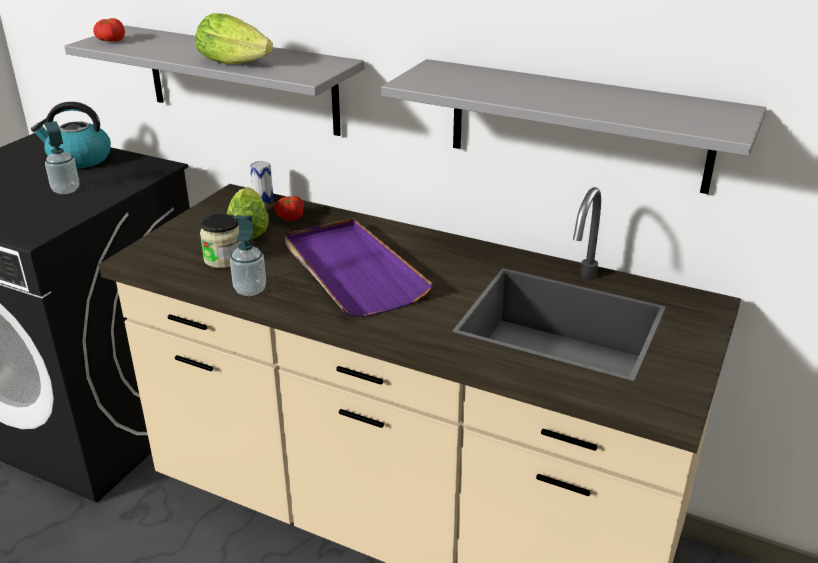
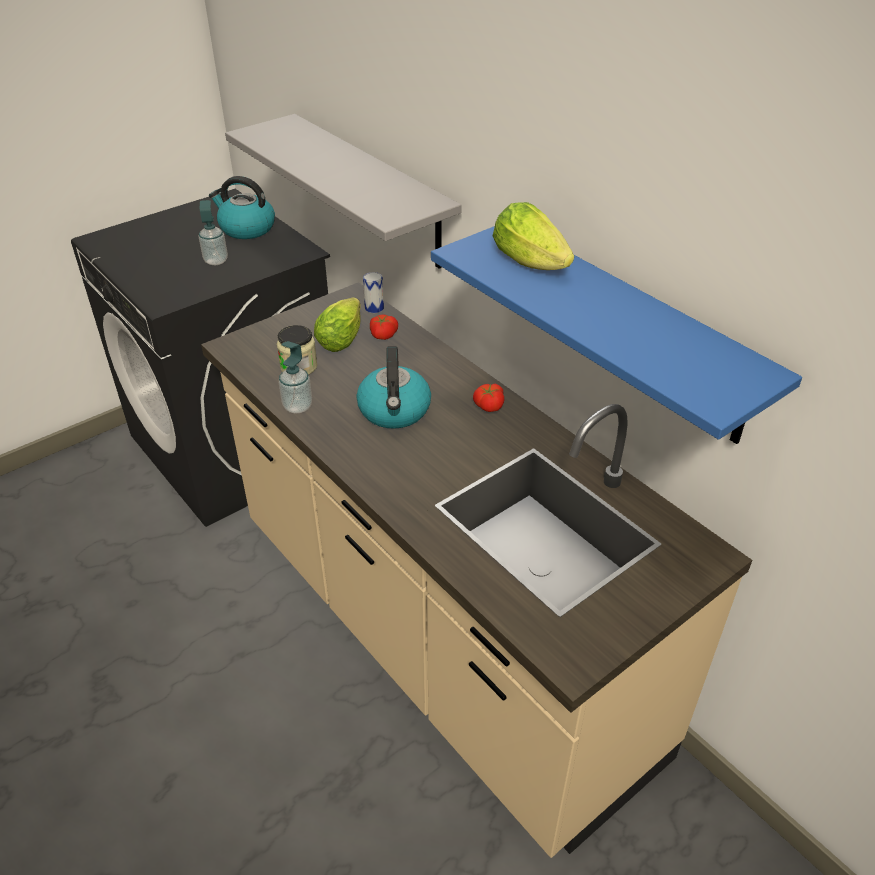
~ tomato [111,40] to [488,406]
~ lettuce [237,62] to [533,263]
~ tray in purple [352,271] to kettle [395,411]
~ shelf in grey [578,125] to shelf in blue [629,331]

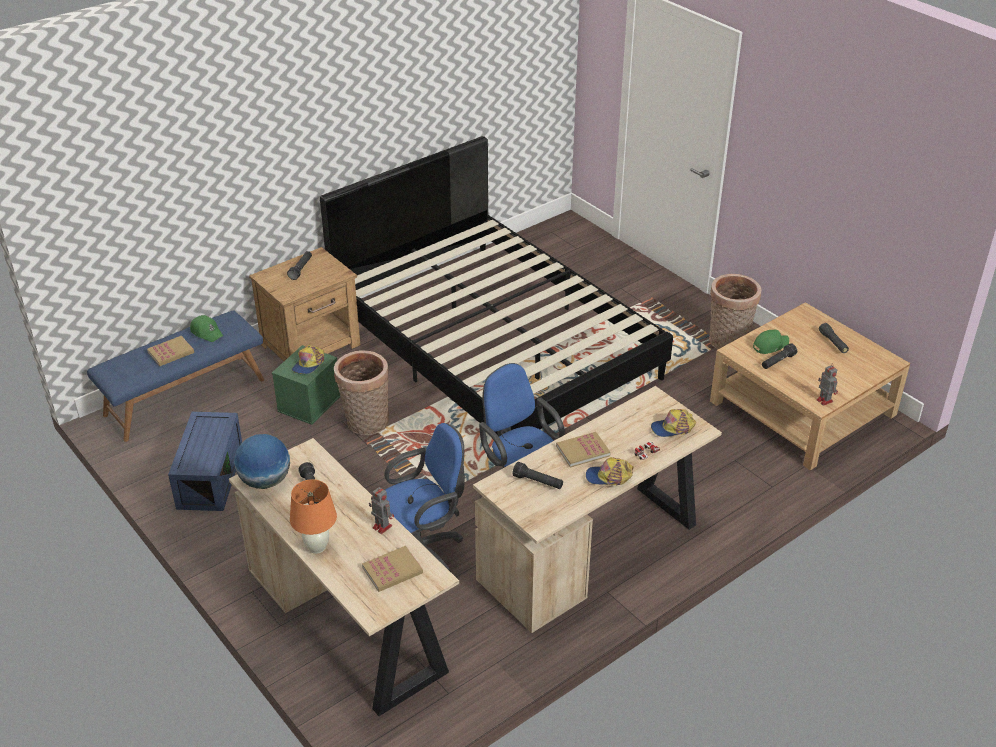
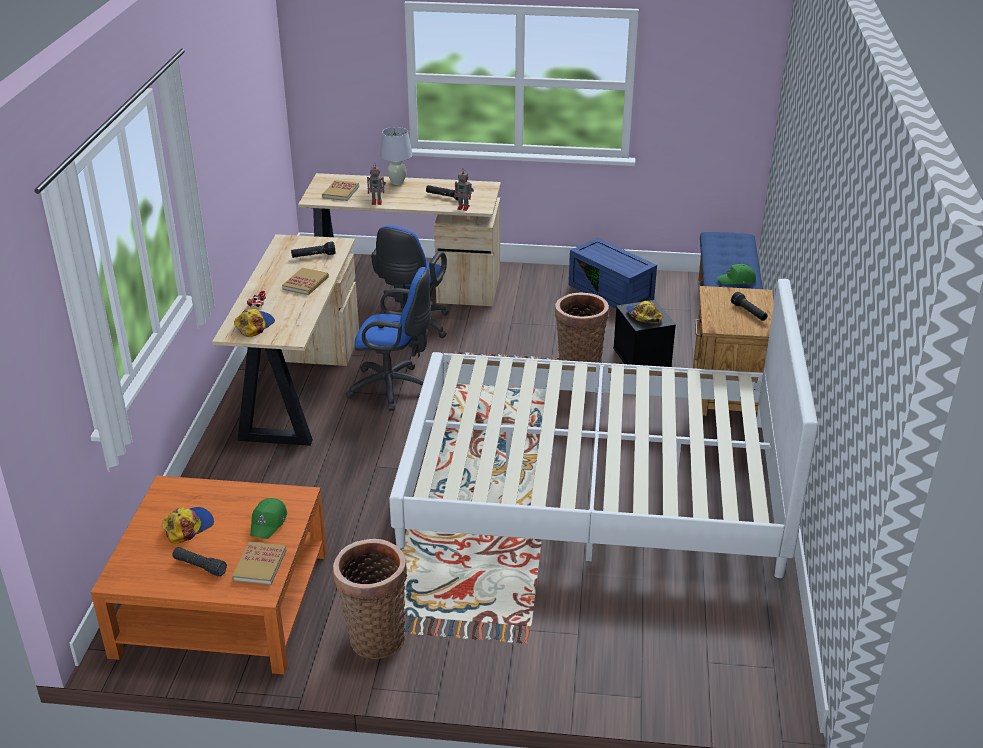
- globe [265,481]
- flashlight in black [777,362]
~ book [171,352] to [259,565]
~ cap [609,477] to [188,527]
~ toy robot [824,400] to [464,207]
~ storage box in green [309,403] to storage box in black [643,358]
~ table lamp in orange [317,547] to table lamp in white [397,182]
~ bed in black [494,345] to bed in white [594,483]
~ coffee table in beige [802,408] to coffee table in orange [222,602]

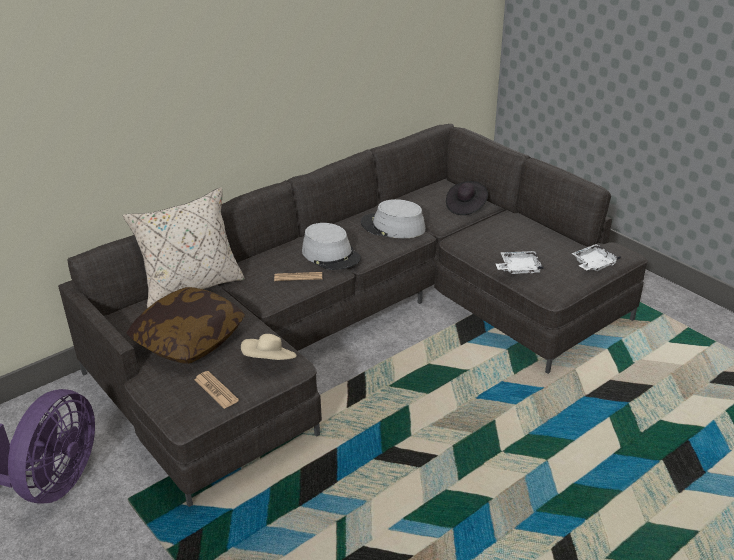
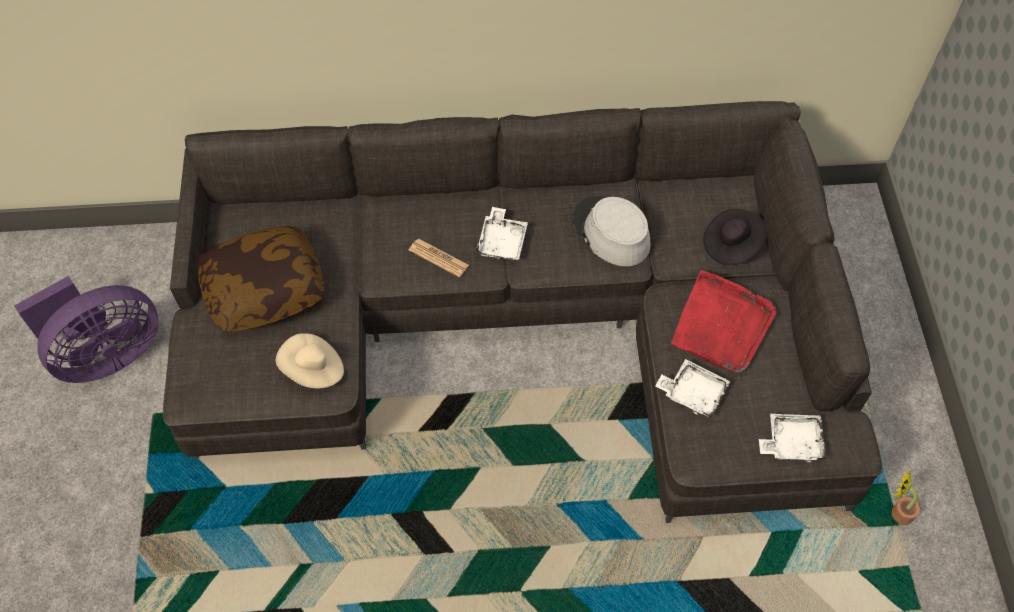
- pillow in beige [191,286]
- newspaper [216,390]
+ tray in red [722,325]
+ potted plant [897,512]
~ hat in grey [331,255] to tray in white [502,241]

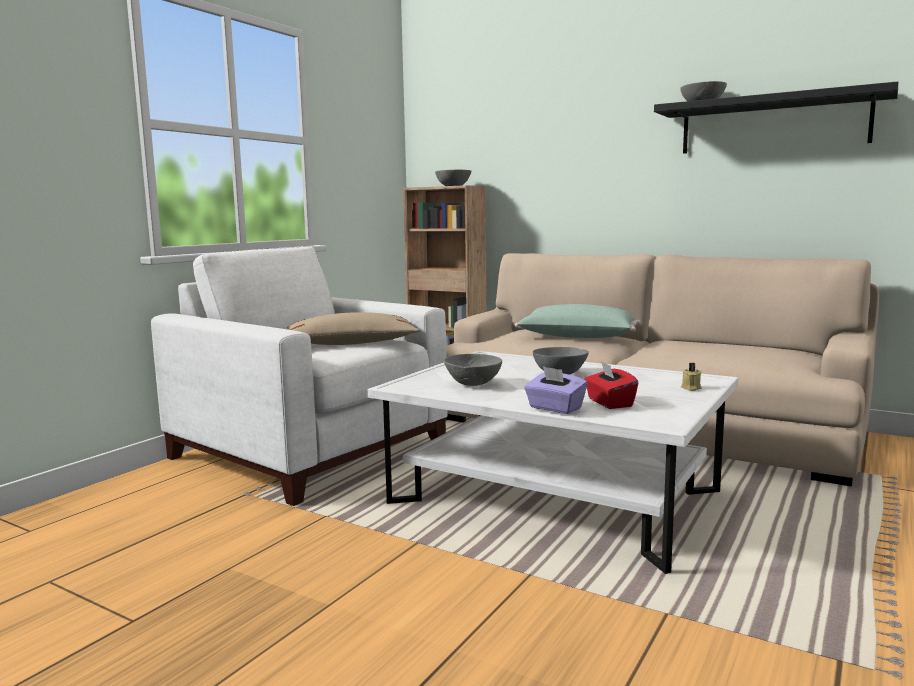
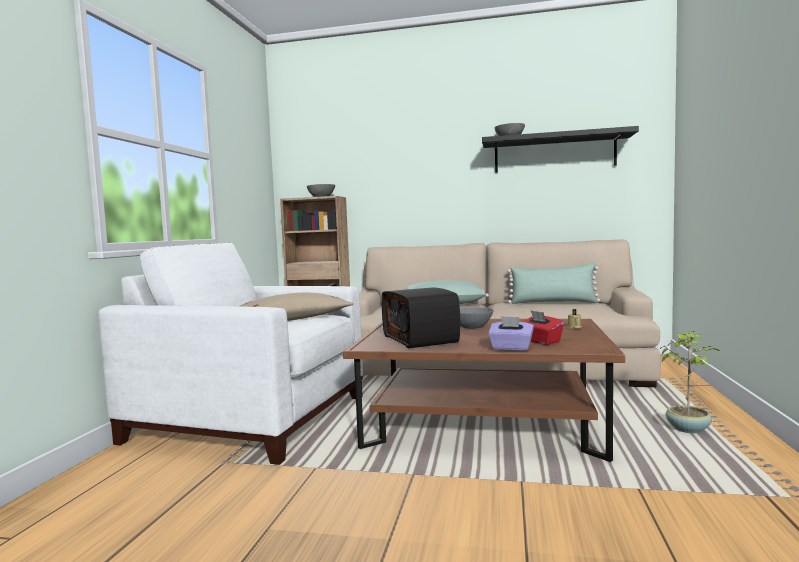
+ pillow in green [553,302]
+ potted plant [688,429]
~ bowl in grey [473,383] to radio [421,339]
~ coffee table in white [554,497] to coffee table in brown [482,423]

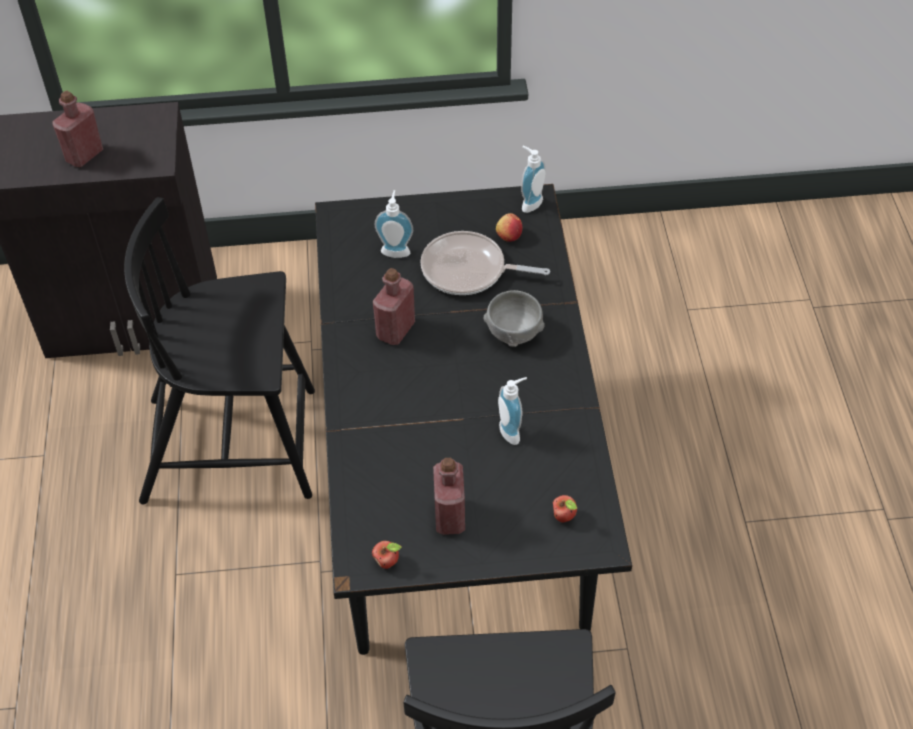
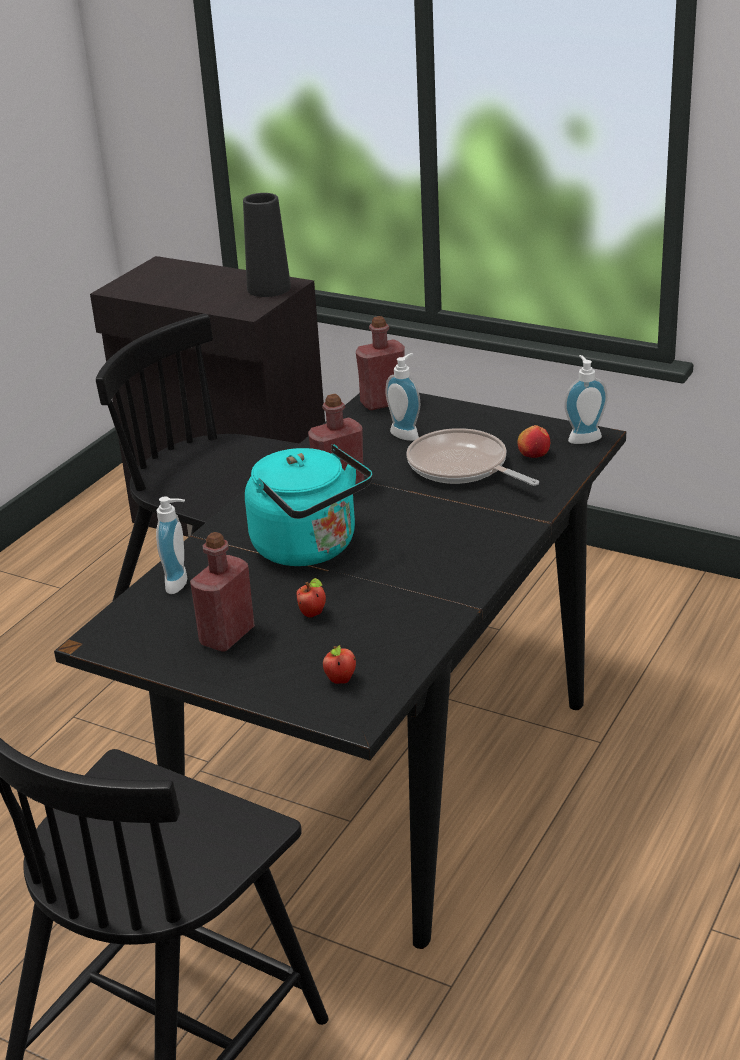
- bowl in grey [514,332]
+ vase in black [269,288]
+ kettle in turquoise [310,548]
~ bottle in red [84,155] to [383,402]
~ apple [388,562] to [313,614]
~ soap dispenser [513,431] to [181,583]

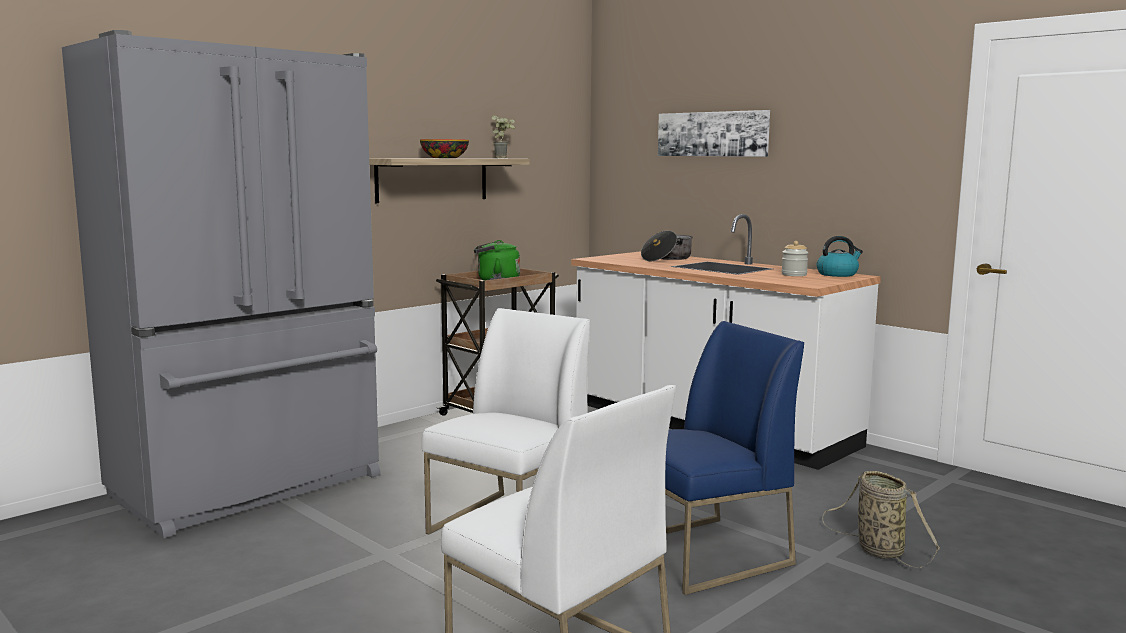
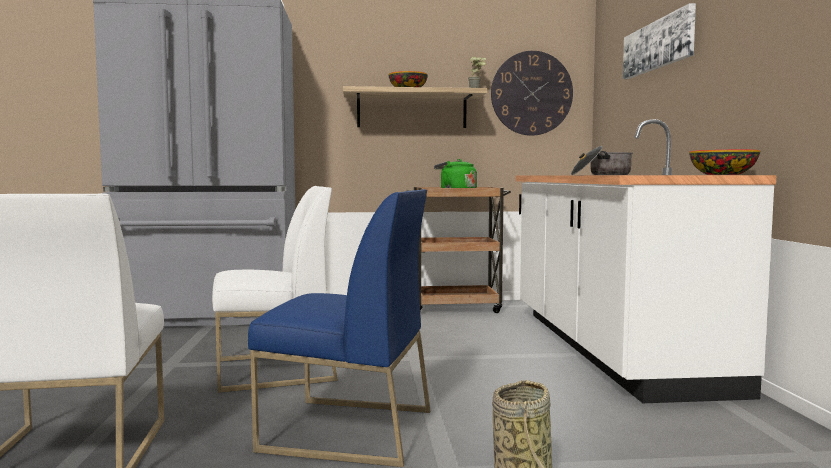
- jar [794,275]
+ wall clock [531,93]
~ kettle [837,274] to bowl [721,174]

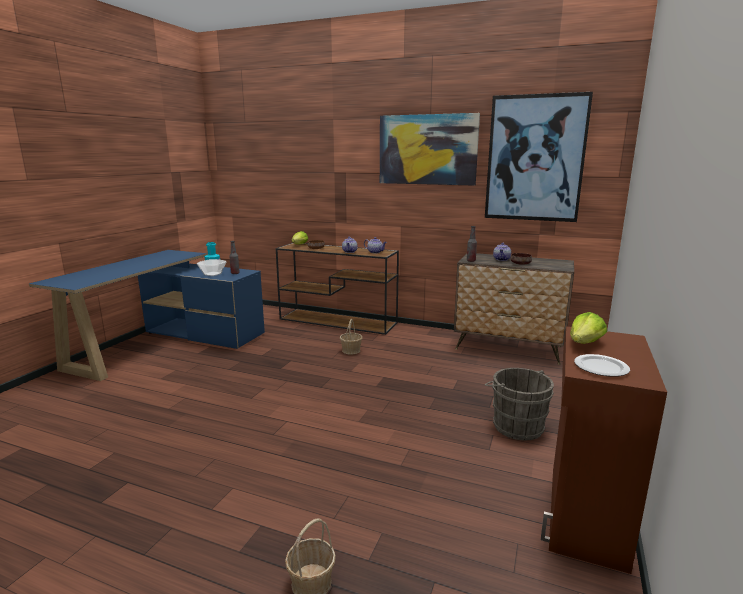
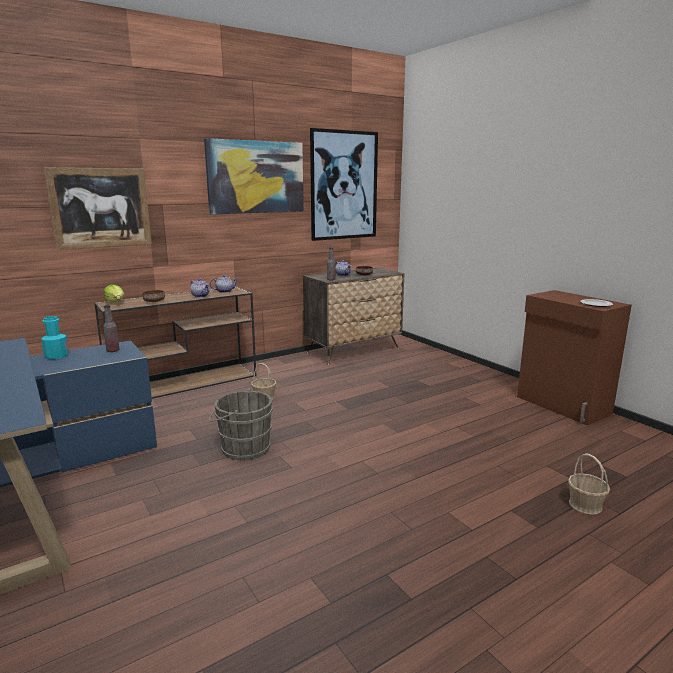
- bowl [213,274]
- lettuce [585,343]
+ picture [101,208]
~ bucket in grey [515,425] to [242,448]

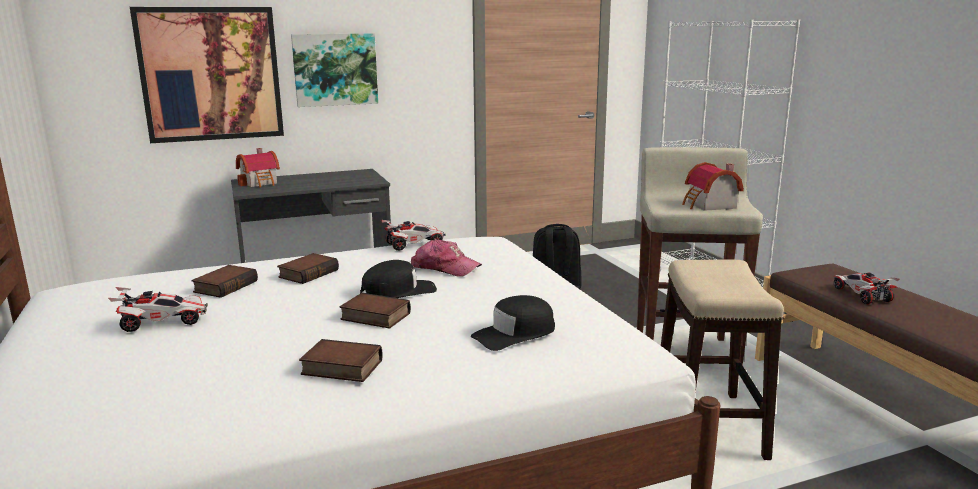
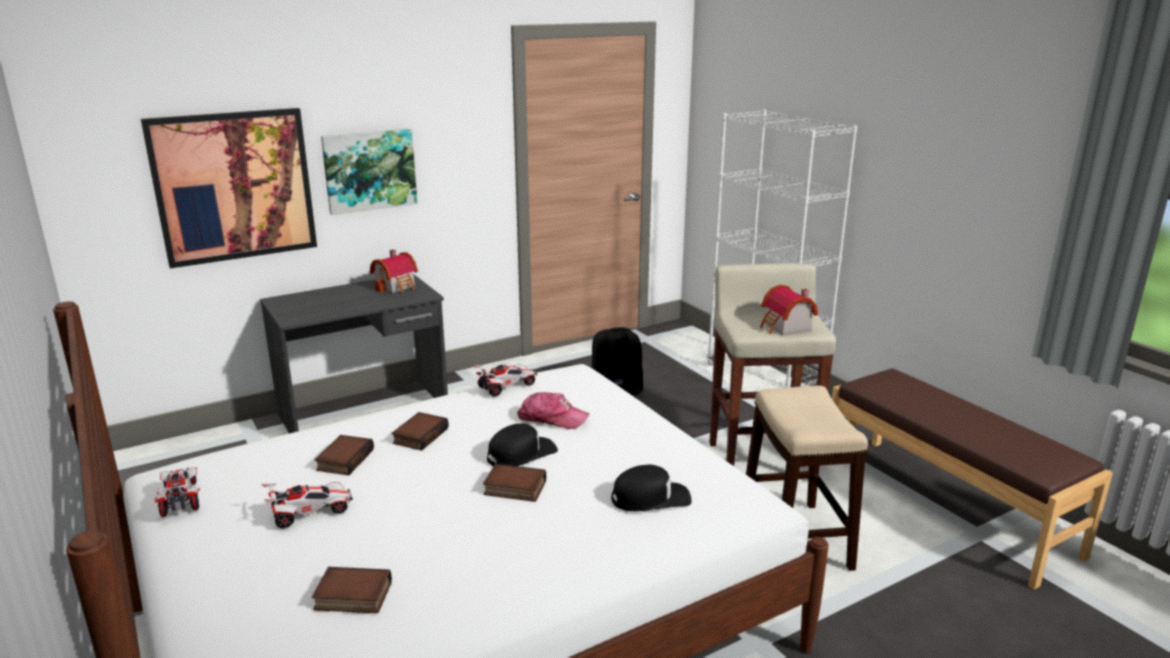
~ toy house [261,183] to [397,286]
~ book [340,368] to [351,597]
~ toy car [861,295] to [180,499]
~ cap in black [514,334] = [651,498] 150 degrees counterclockwise

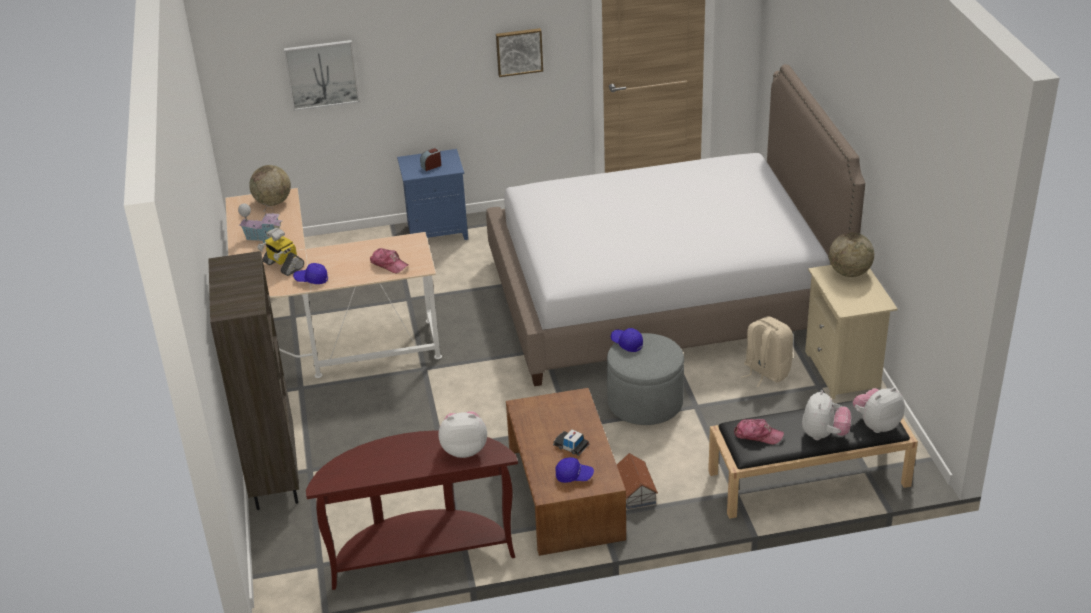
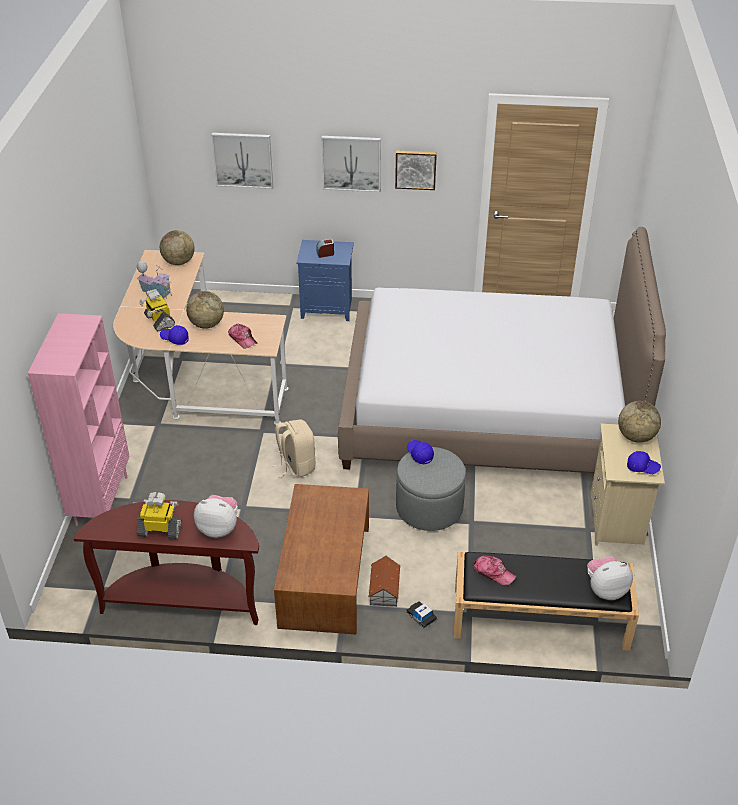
- plush toy [824,435]
+ toy robot [161,530]
+ globe [206,324]
+ picture [351,163]
~ toy car [571,446] to [421,616]
~ cap in blue [574,476] to [642,468]
~ backpack in beige [765,372] to [296,465]
~ bookcase in brown [273,478] to bookcase in pink [101,500]

